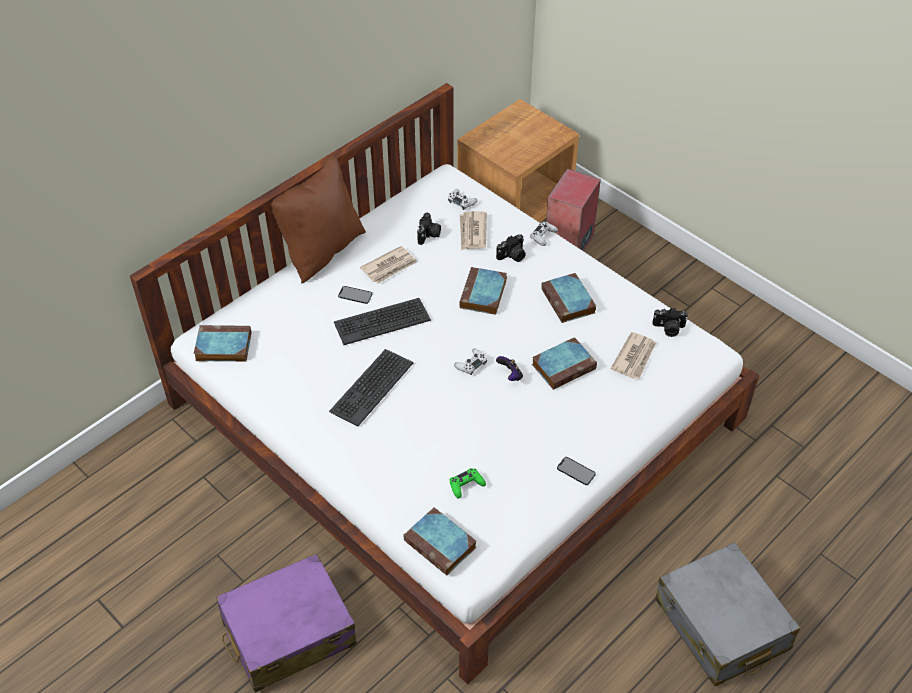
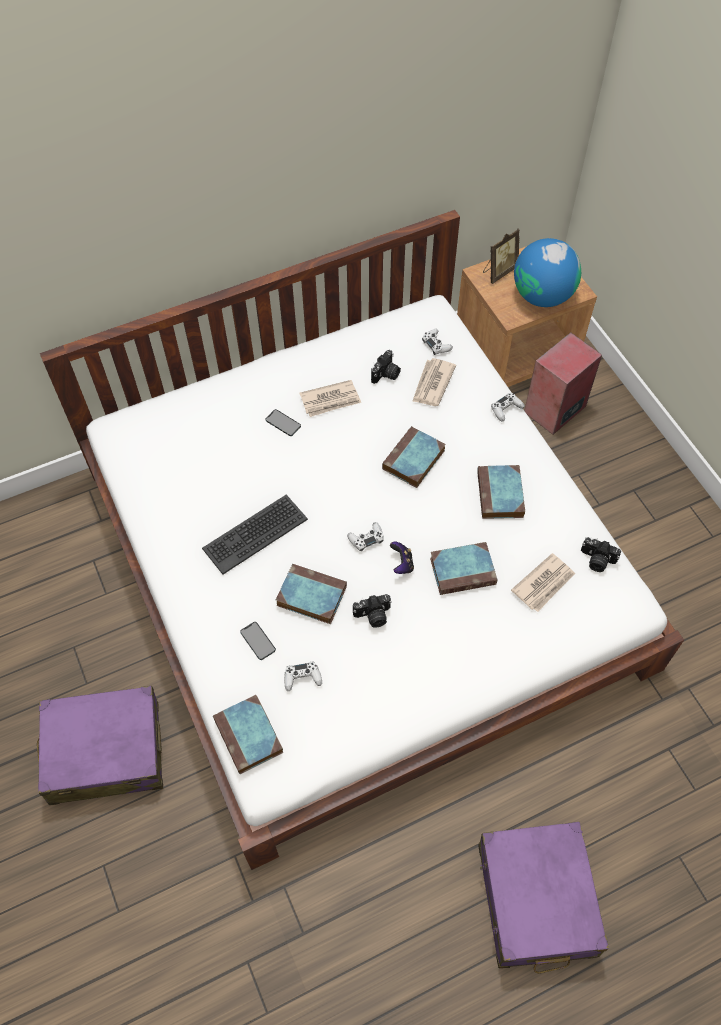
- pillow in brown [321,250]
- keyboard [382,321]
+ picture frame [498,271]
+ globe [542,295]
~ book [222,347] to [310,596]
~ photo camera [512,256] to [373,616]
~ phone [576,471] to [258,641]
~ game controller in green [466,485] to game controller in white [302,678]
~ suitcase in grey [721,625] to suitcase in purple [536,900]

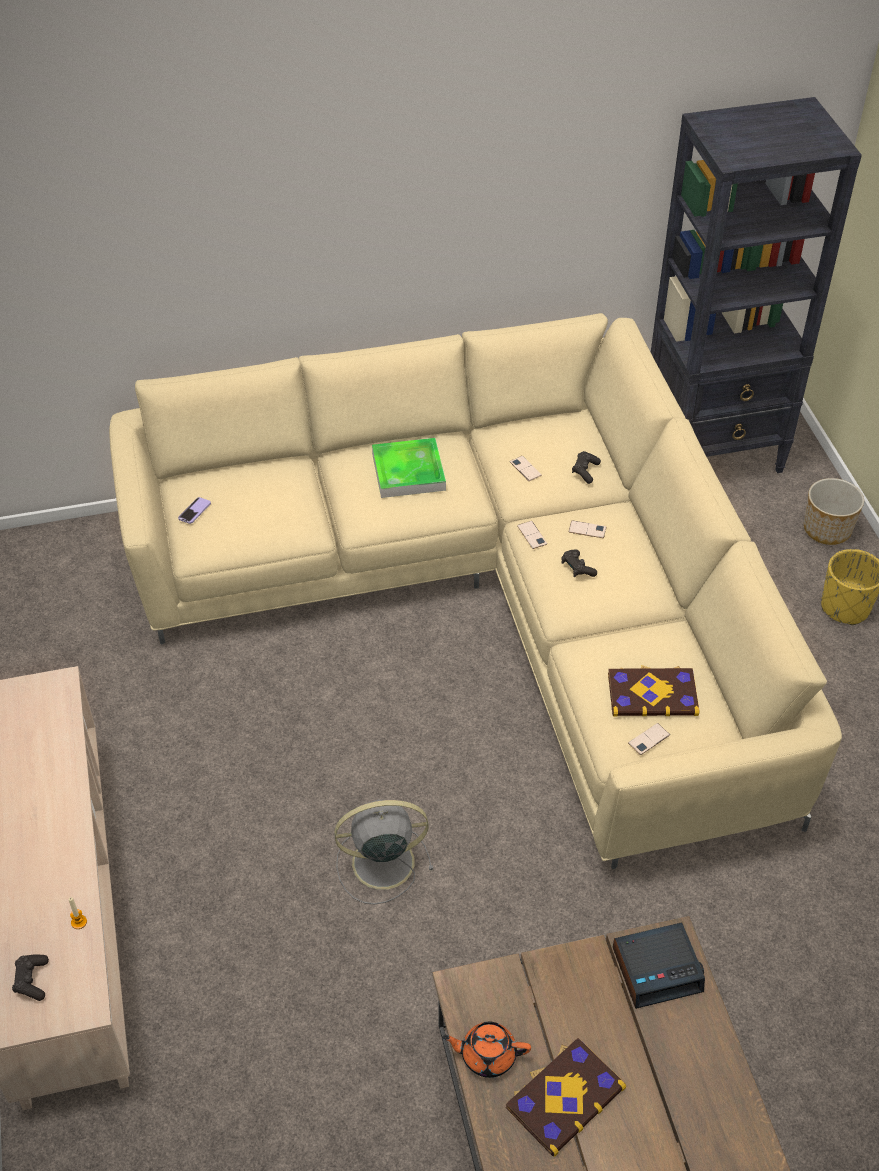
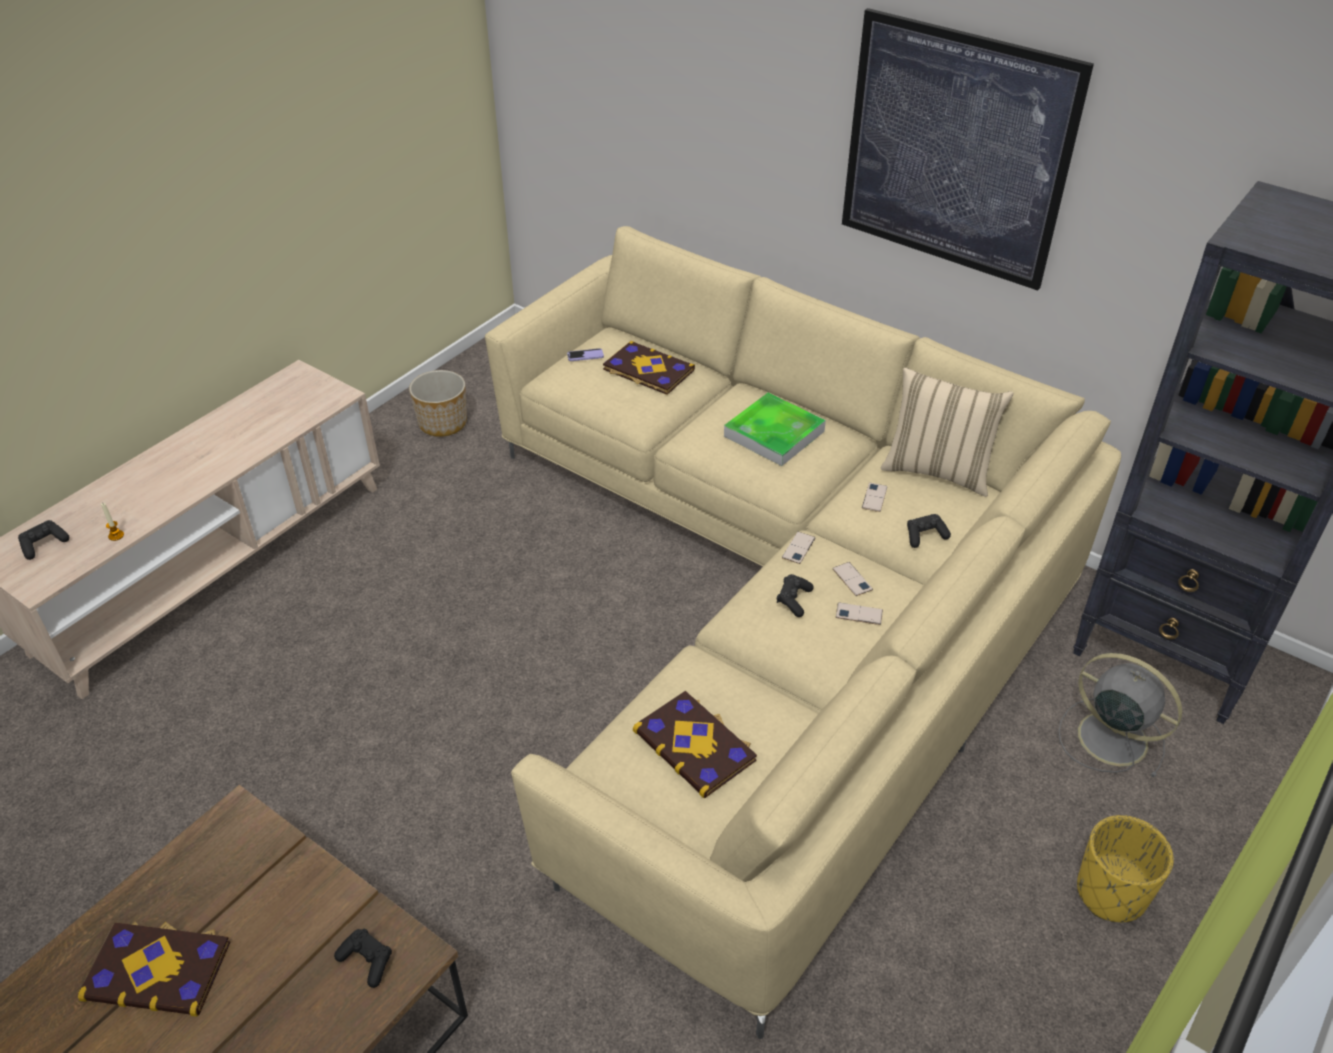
- teapot in orange [487,1055]
+ book [648,370]
+ picture [956,151]
+ pillow in beige [937,471]
~ fan in grey [380,863] to [1109,737]
~ phone [649,739] to [859,614]
~ planter [827,529] to [443,424]
~ alarm clock [657,969] to game controller in black [367,961]

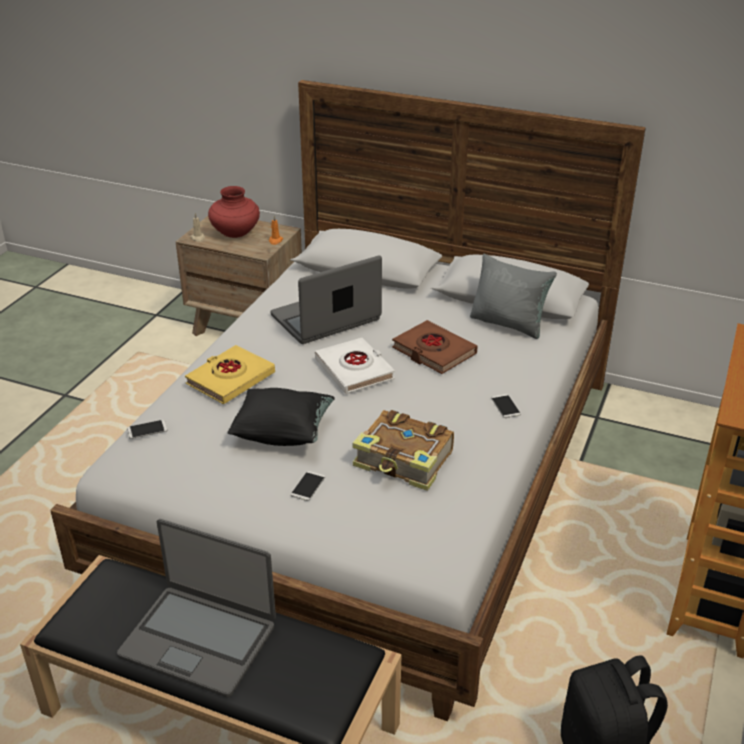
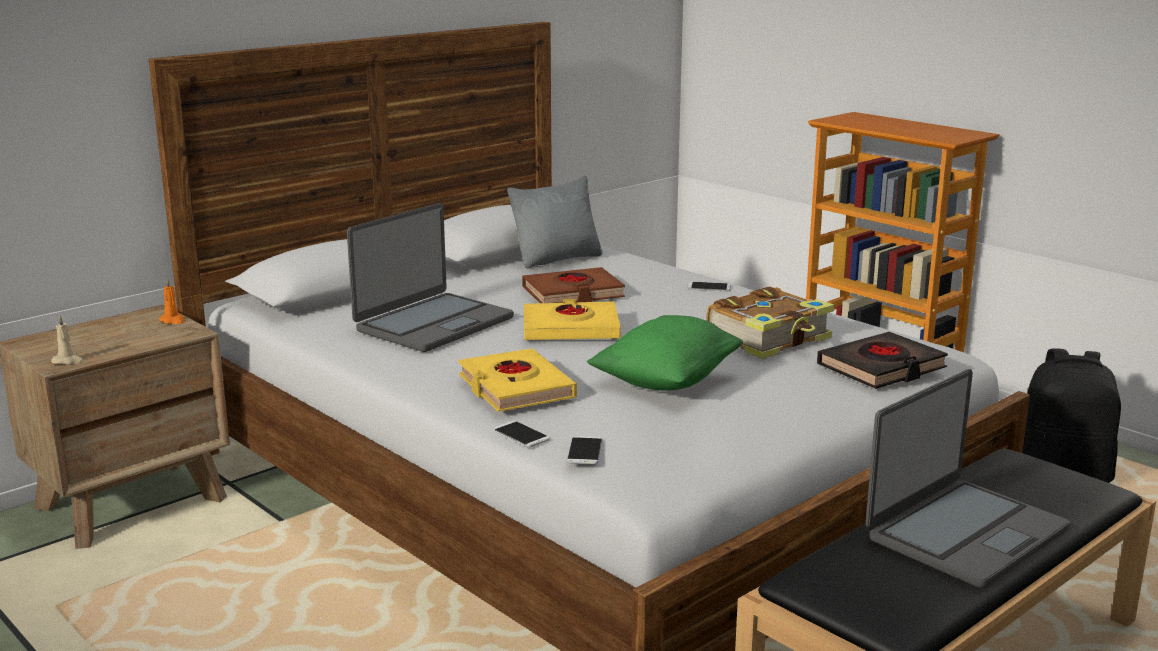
- vase in red [235,233]
+ book in black [881,368]
~ phone [308,486] to [521,435]
~ pillow in black [283,433] to pillow in green [666,381]
~ book in white [354,370] to book in yellow [570,329]
~ laptop [326,318] = [433,324] 135 degrees counterclockwise

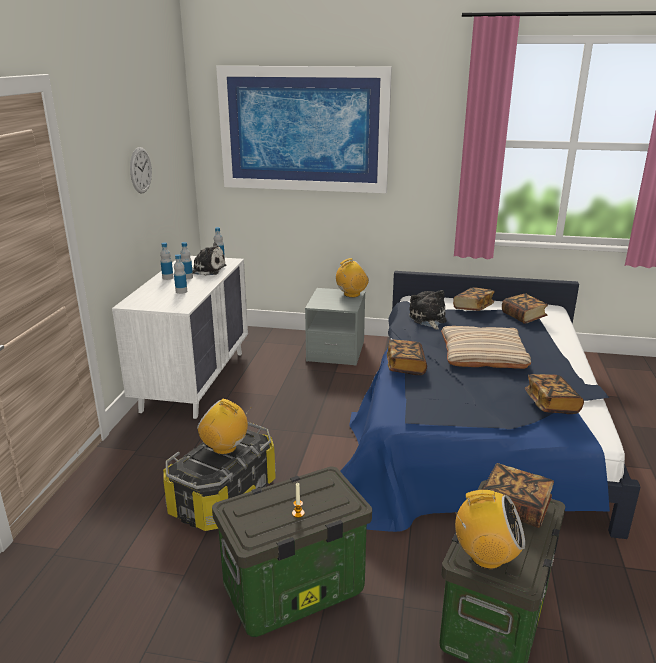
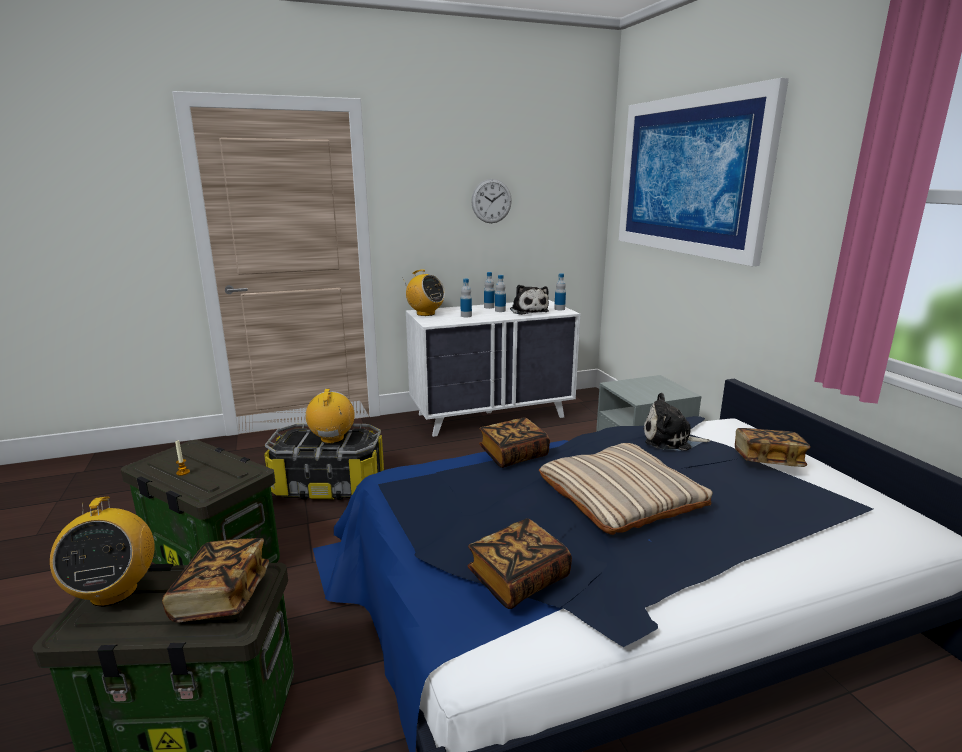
- book [523,317]
~ radio [351,294] to [425,314]
~ plush toy [428,319] = [670,440] 135 degrees counterclockwise

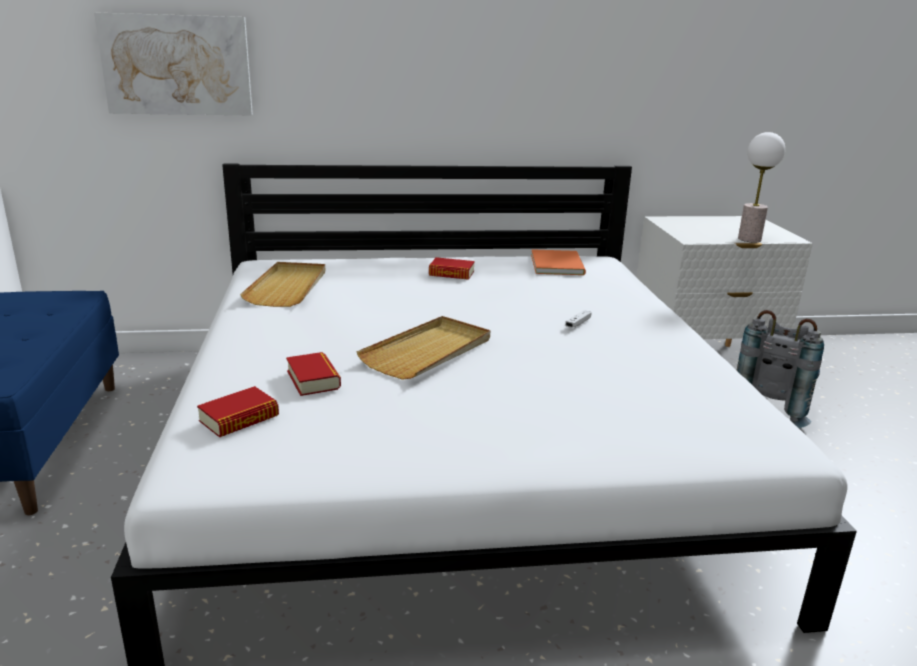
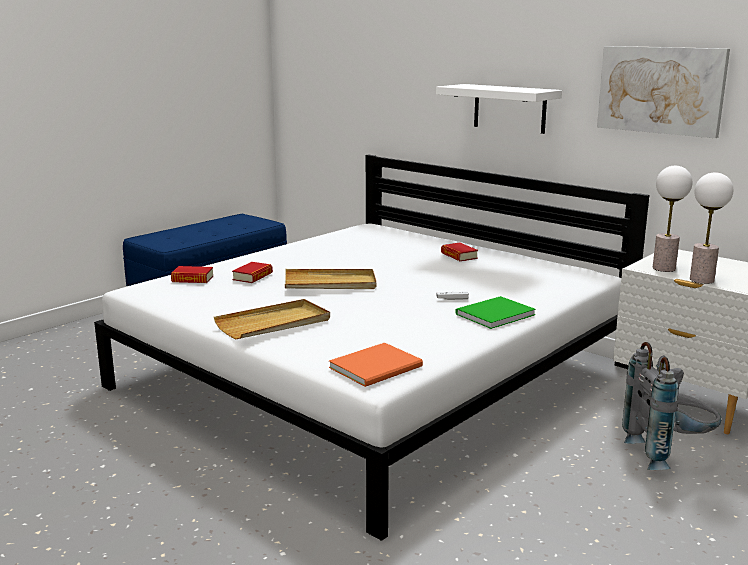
+ shelf in white [509,108]
+ book in green [492,314]
+ table lamp [663,268]
~ picture [177,65] to [661,90]
~ tray in beige [288,287] to [274,323]
~ book in orange [558,264] to [379,367]

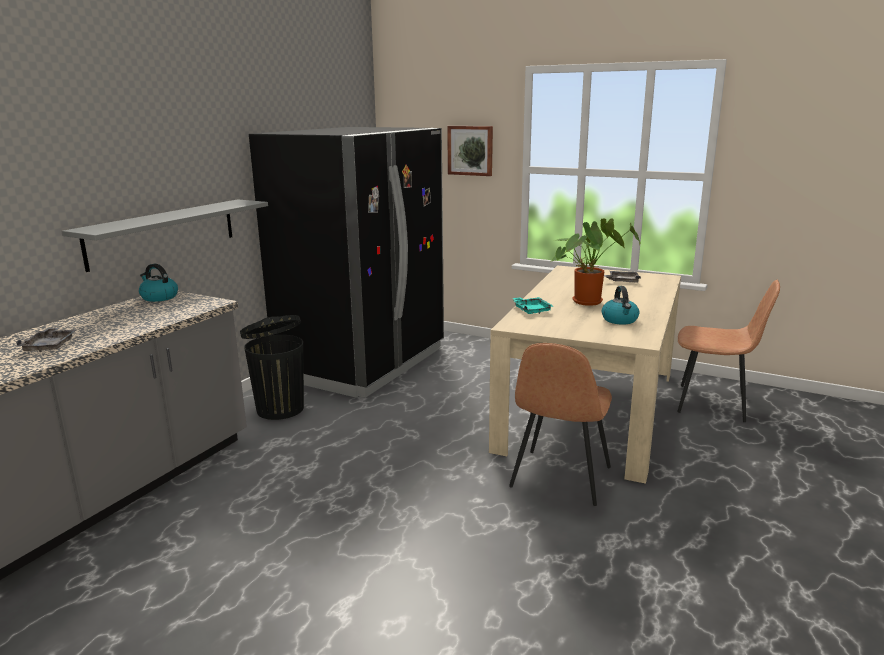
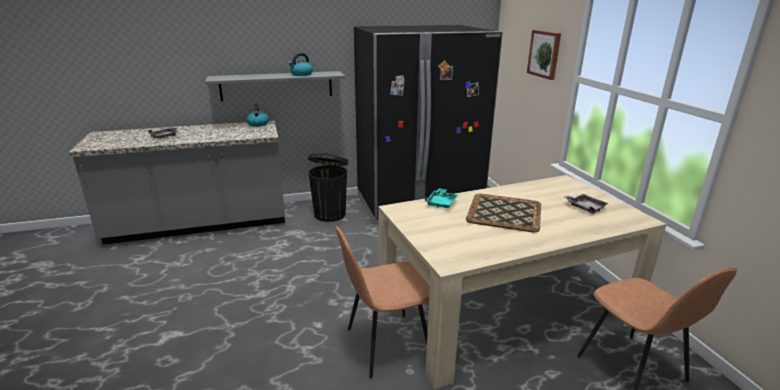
~ kettle [620,320] to [301,75]
~ potted plant [589,301] to tray [505,213]

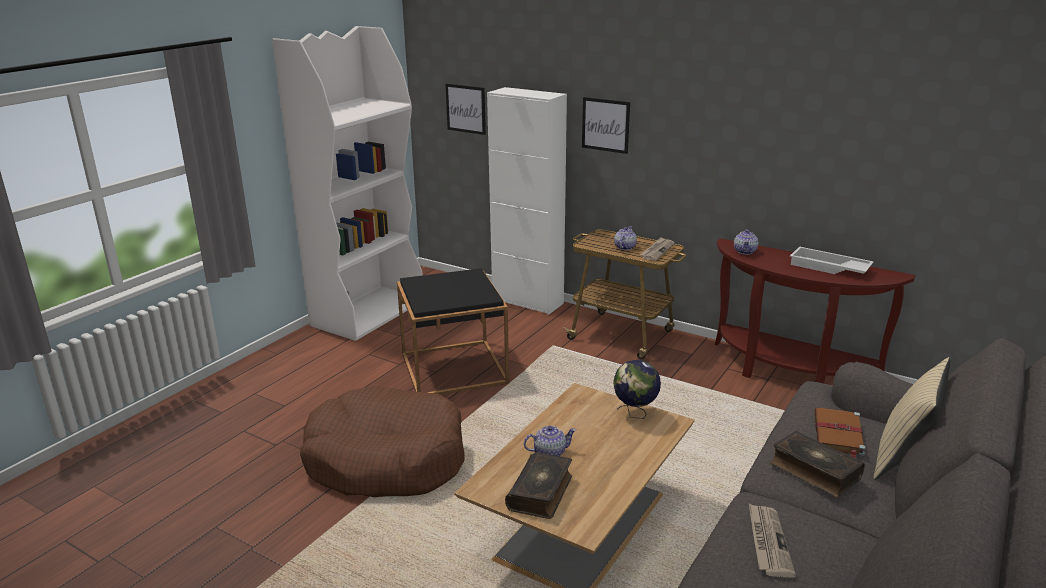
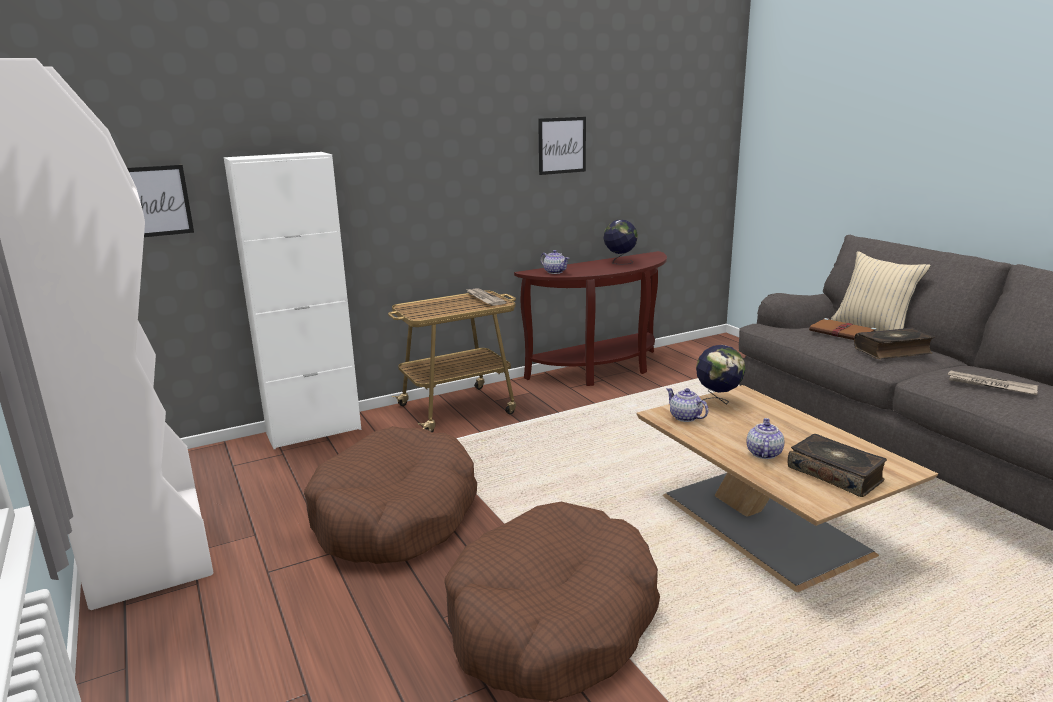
~ picture [605,125] to [562,145]
~ teapot [624,247] to [685,417]
~ side table in black [454,368] to dog bed in brown [395,516]
~ tray in white [828,268] to globe [619,262]

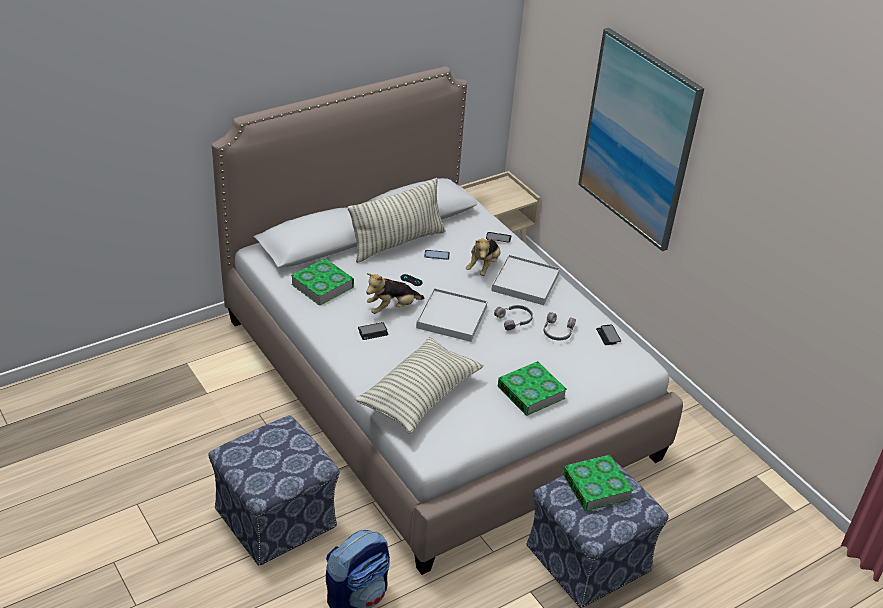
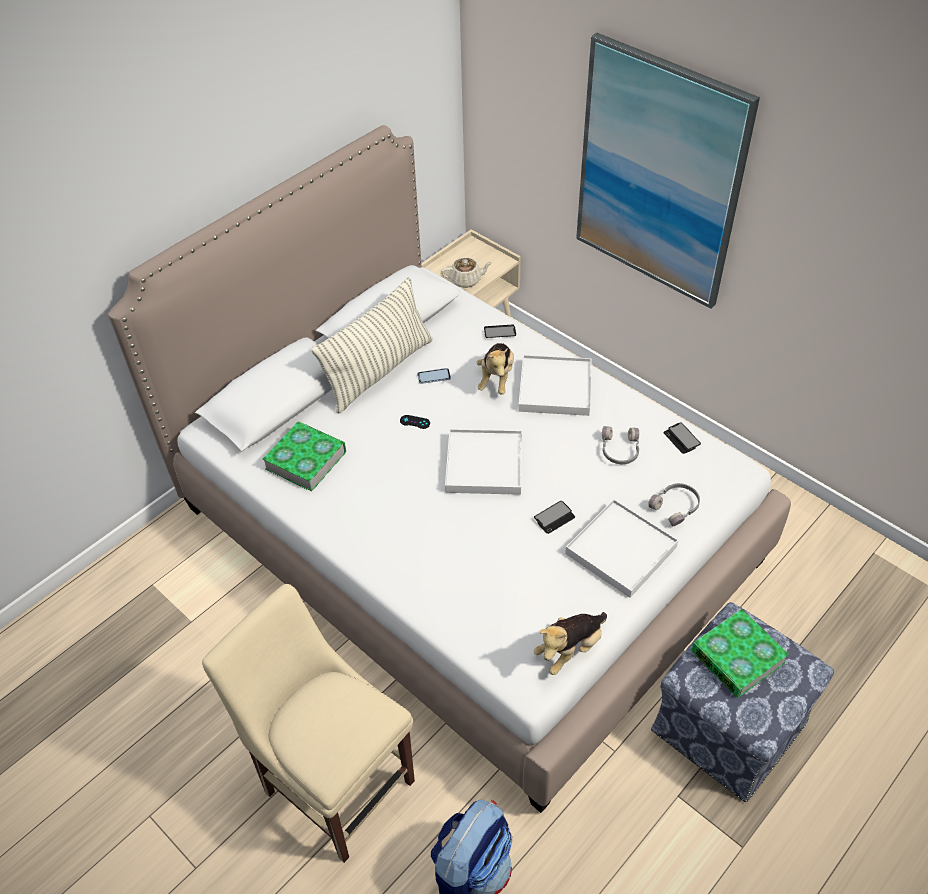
- pillow [419,396]
+ teapot in beige [466,280]
~ phone [373,332] to [554,518]
~ plush toy [392,308] to [570,649]
~ headphones in grey [514,320] to [676,507]
~ ottoman [276,517] to chair in beige [335,781]
~ book [531,392] to tray in white [621,550]

